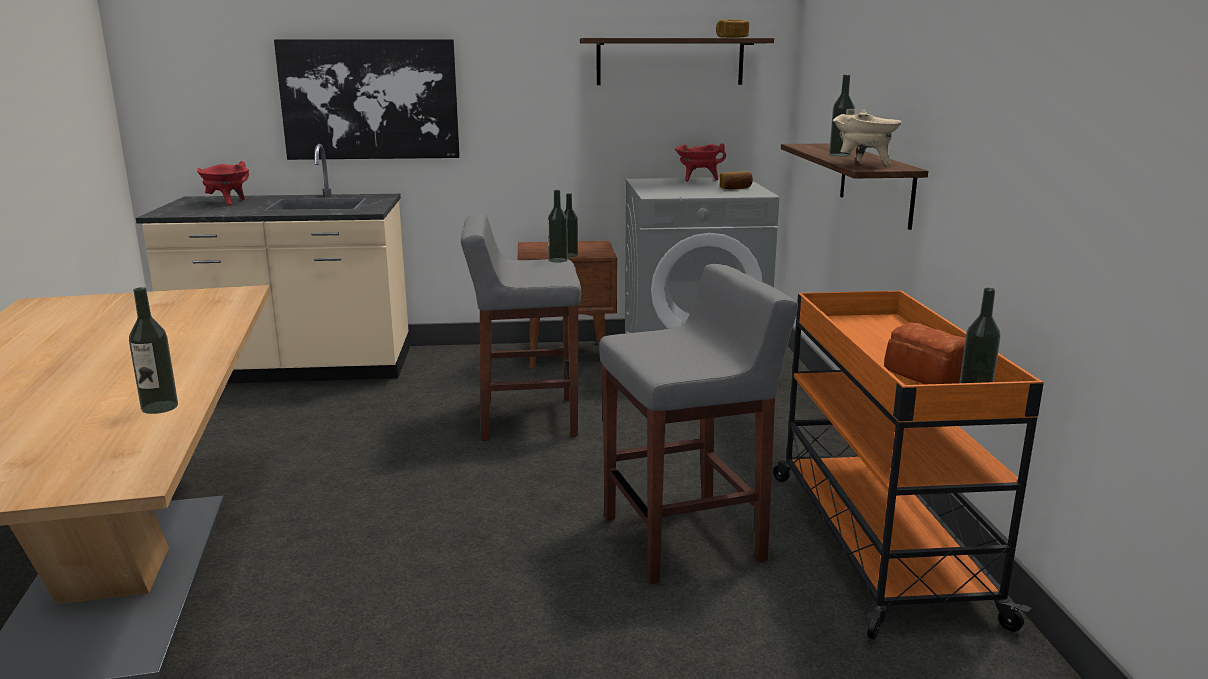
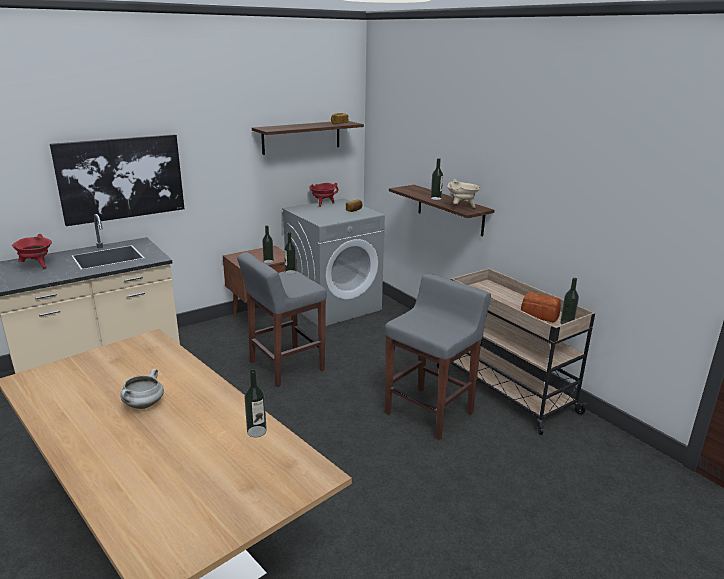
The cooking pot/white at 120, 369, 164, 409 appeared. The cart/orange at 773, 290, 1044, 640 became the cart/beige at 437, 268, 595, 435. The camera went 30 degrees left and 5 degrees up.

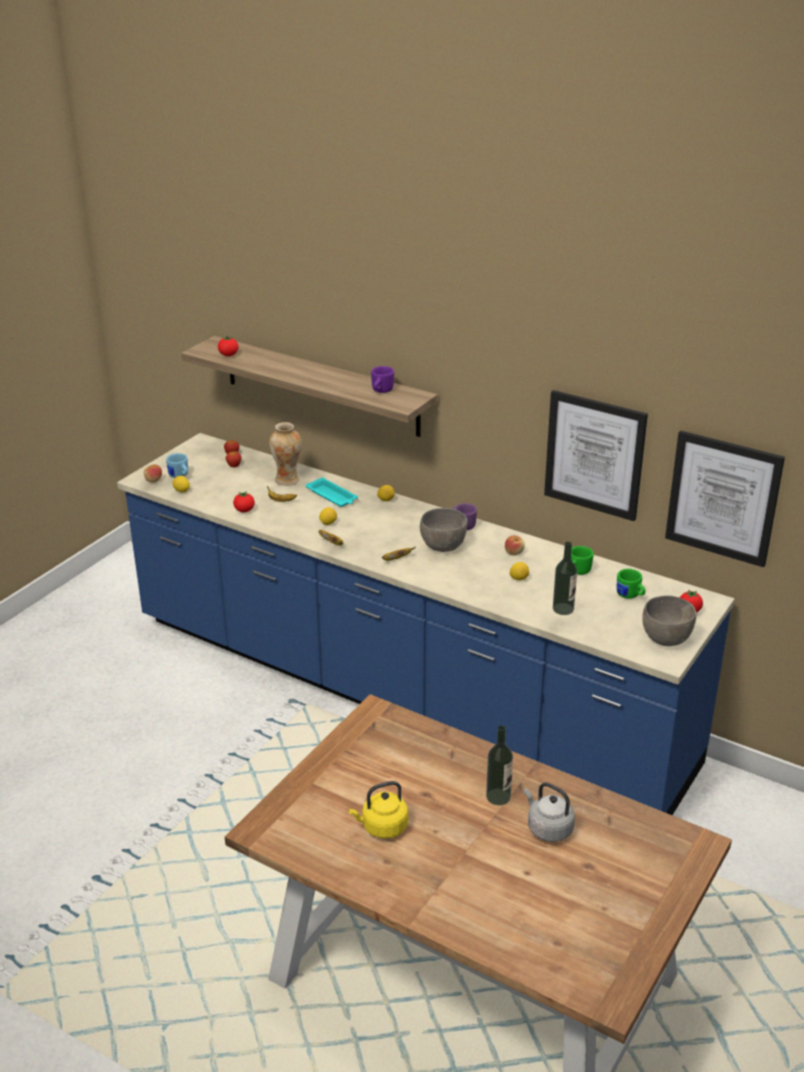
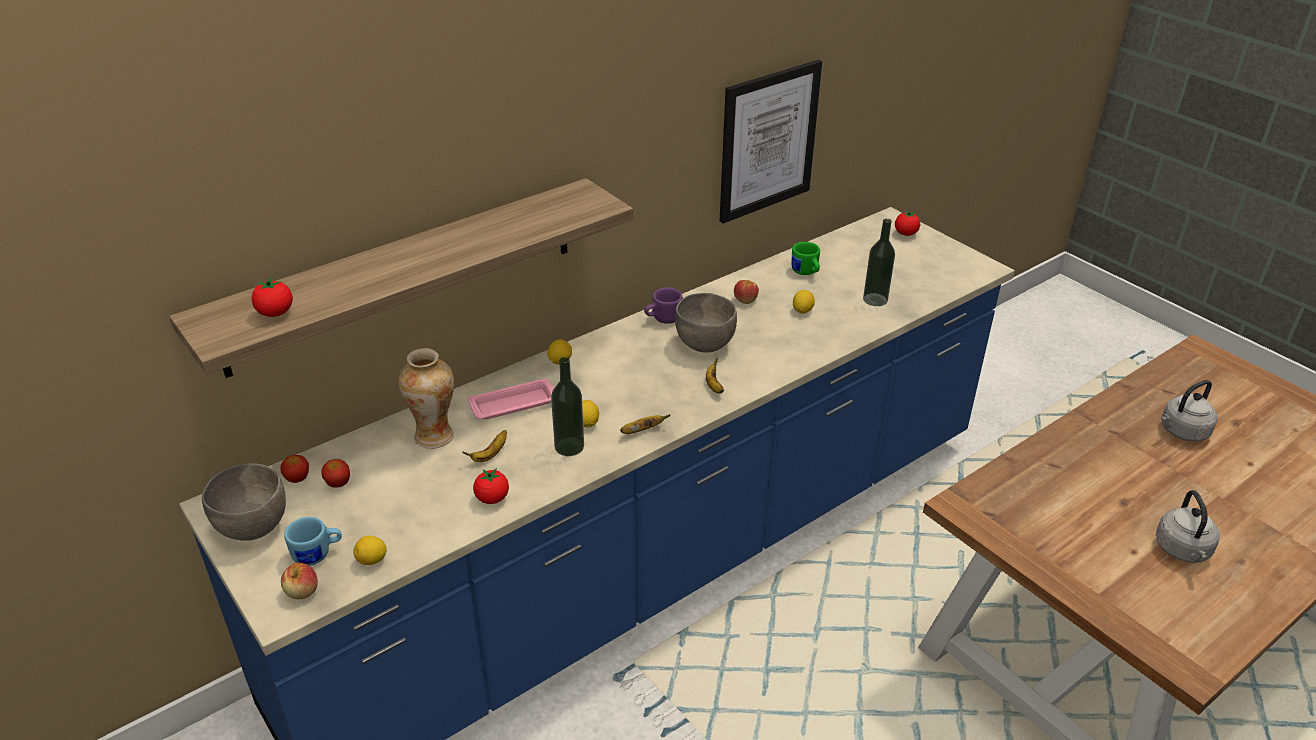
The bowl/grey moved from 642, 595, 696, 646 to 202, 463, 286, 541. The tray/turquoise at 306, 477, 358, 507 became the tray/pink at 467, 378, 555, 420. The bottle moved from 486, 725, 513, 805 to 551, 357, 584, 456. The kettle/yellow at 349, 781, 408, 839 became the kettle/grey at 1156, 490, 1220, 563. The mug/purple at 371, 366, 394, 393 disappeared. The mug/green at 617, 569, 645, 599 disappeared. The picture at 665, 430, 785, 567 disappeared. The camera went 70 degrees left and 5 degrees up.

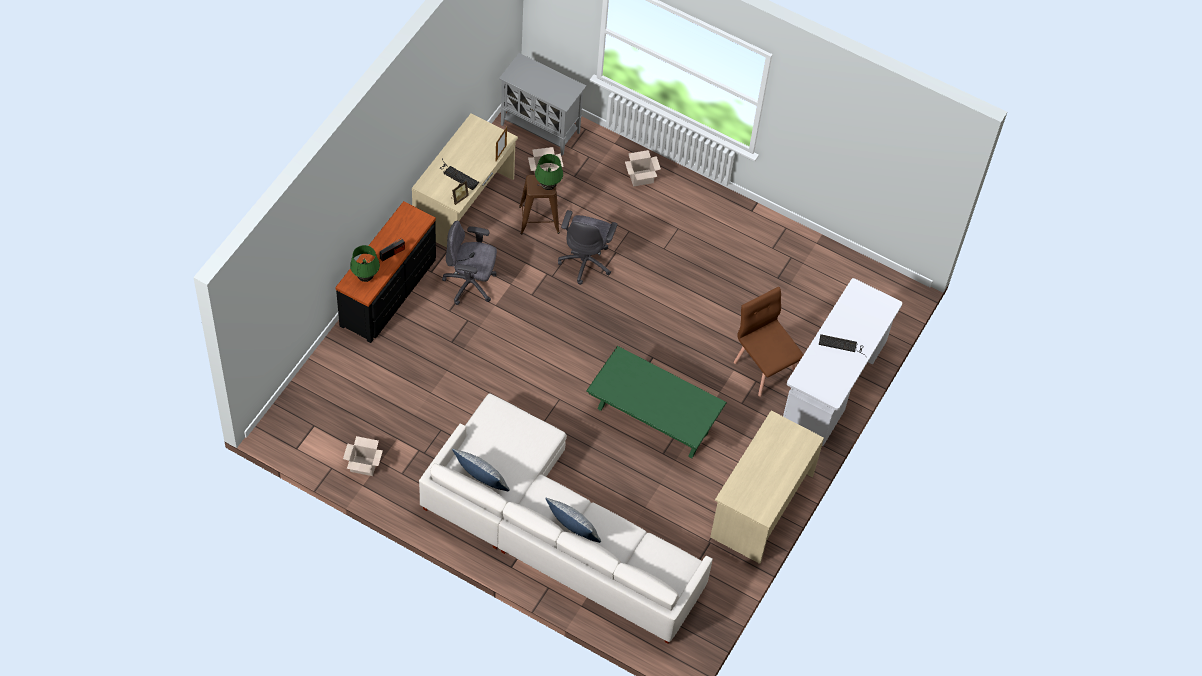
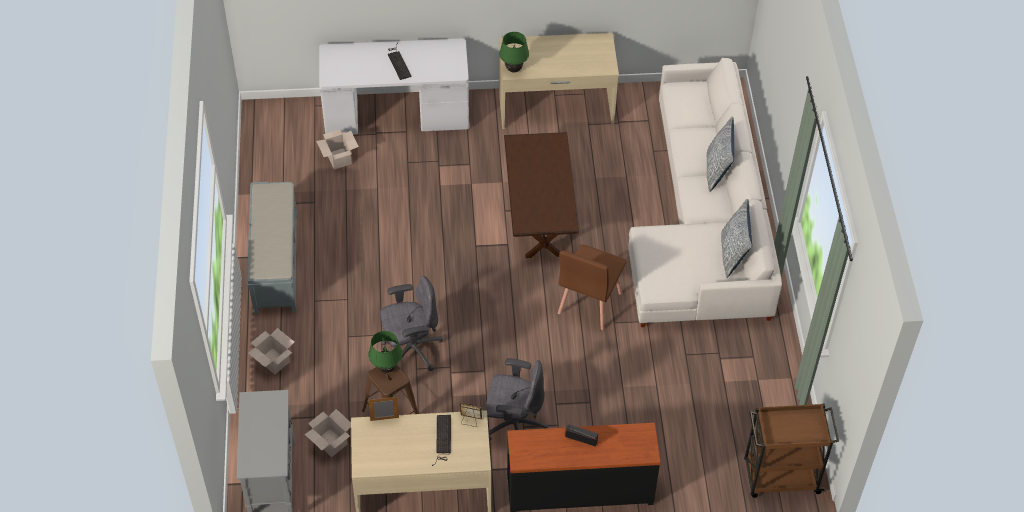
The bench/grey at 247, 182, 297, 314 appeared. The cardboard box moved from 343, 436, 383, 476 to 316, 129, 359, 170. The office chair/grey at 442, 221, 497, 305 turned 60 degrees counterclockwise. The table lamp/green moved from 350, 245, 380, 282 to 499, 32, 529, 73. The coffee table/green at 586, 346, 727, 459 became the coffee table/brown at 504, 132, 579, 258. The chair/brown moved from 734, 287, 803, 397 to 558, 244, 626, 330. The cart/brown at 744, 404, 839, 498 appeared. The camera went 120 degrees left and 5 degrees down.

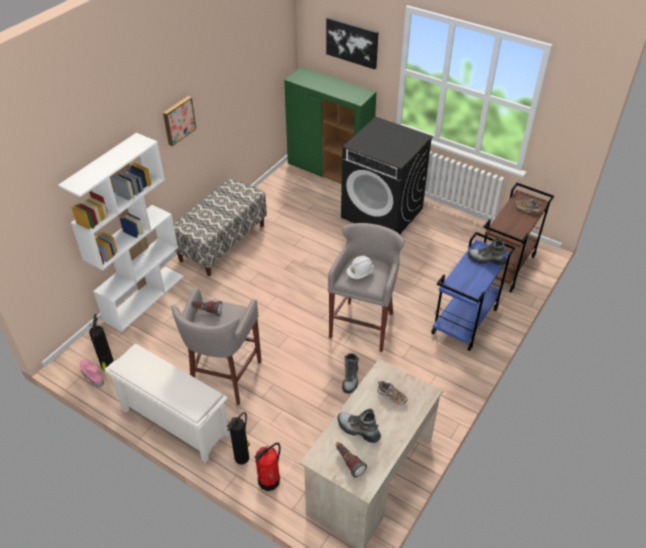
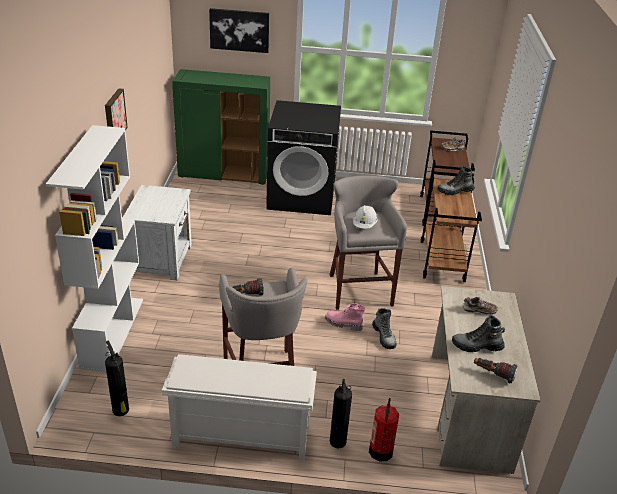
The bench at 173, 178, 267, 276 was replaced by the nightstand/white at 122, 185, 192, 280. The boot/pink moved from 80, 359, 104, 388 to 325, 303, 366, 331. The cart/blue at 431, 232, 516, 351 became the cart/brown at 421, 171, 482, 282. The camera went 30 degrees left and 10 degrees down.

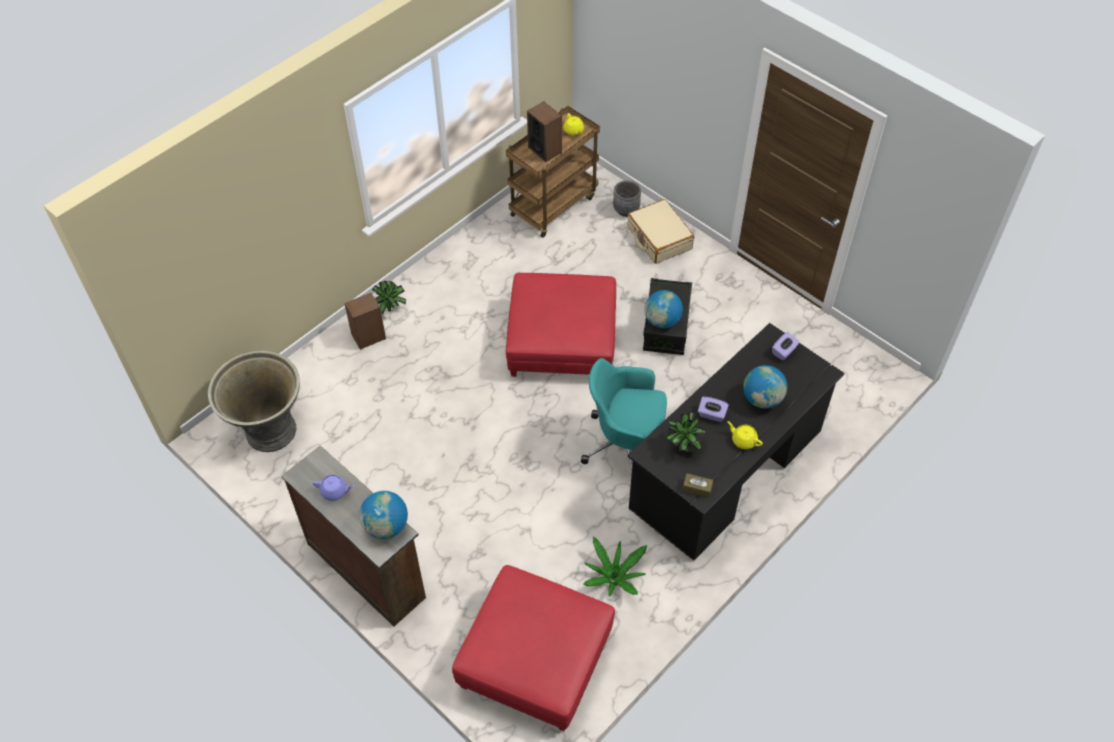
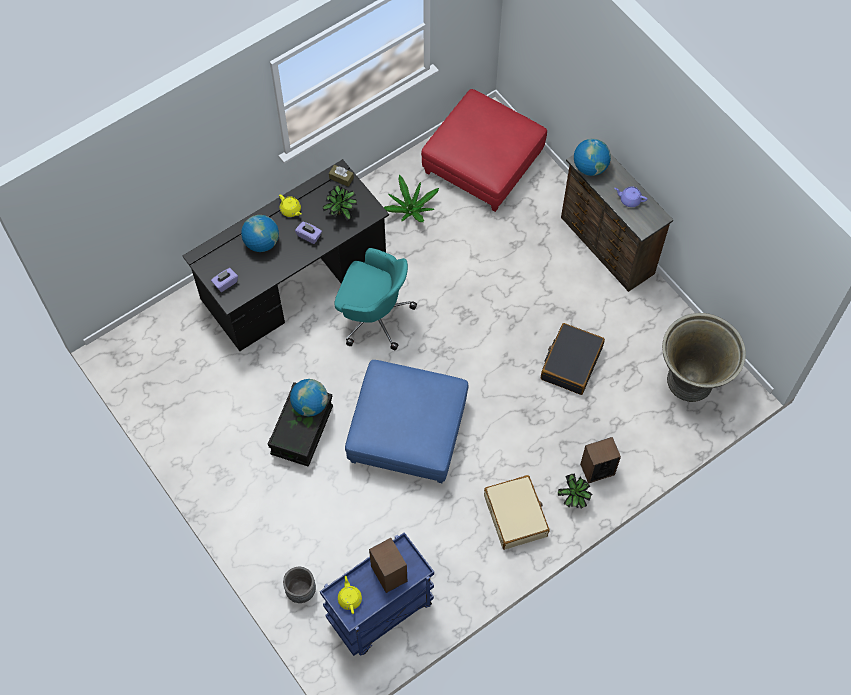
The cart/brown at 506, 106, 600, 238 became the cart/blue at 320, 532, 434, 656. The ottoman/red at 506, 273, 616, 377 became the ottoman/blue at 345, 360, 468, 483. The suitcase/beige moved from 627, 199, 694, 264 to 484, 475, 550, 550. The suitcase/black at 541, 323, 605, 395 appeared. The camera went 170 degrees left and 10 degrees up.

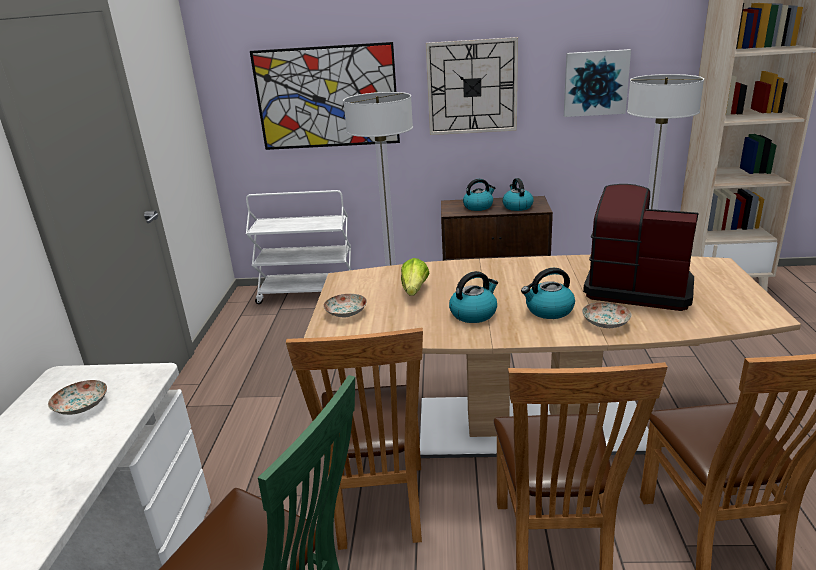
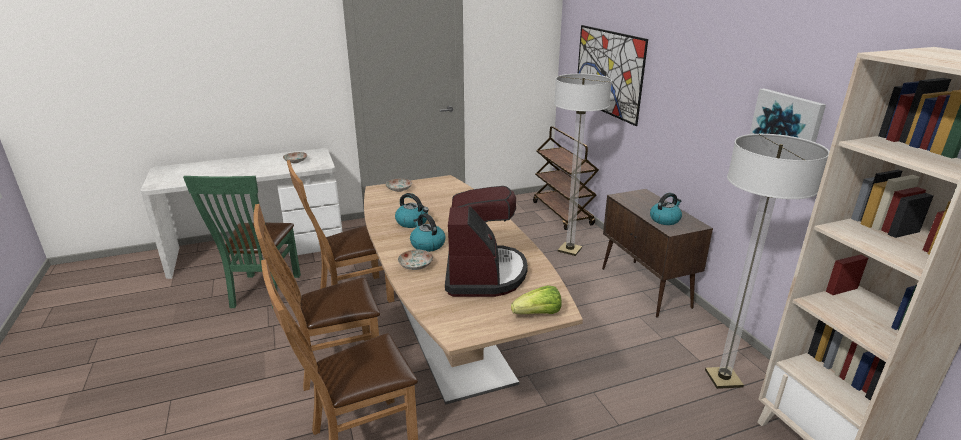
The lettuce moved from 401, 258, 430, 296 to 511, 285, 562, 314. The cart/white at 246, 190, 351, 304 became the cart/brown at 533, 126, 599, 230. The wall clock at 426, 37, 518, 135 disappeared. The kettle at 463, 179, 496, 211 disappeared. The camera went 65 degrees right and 0 degrees up.

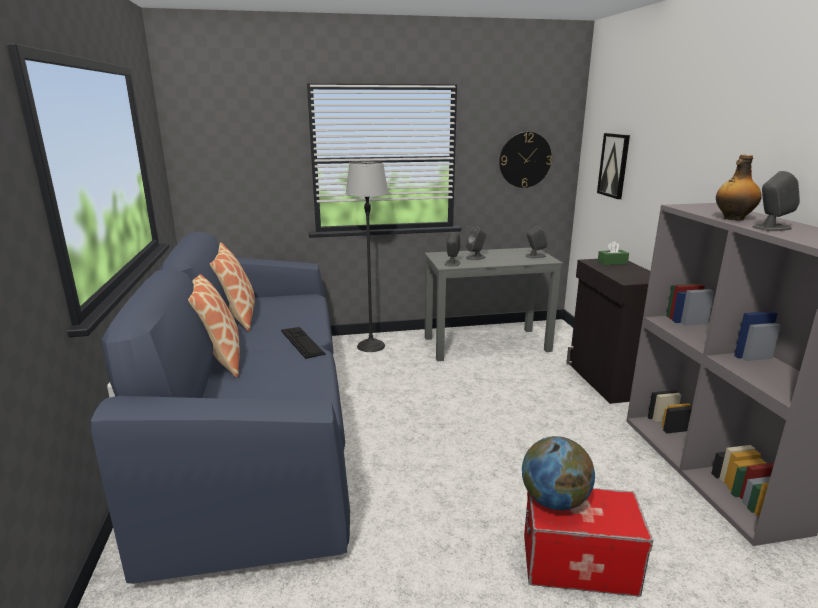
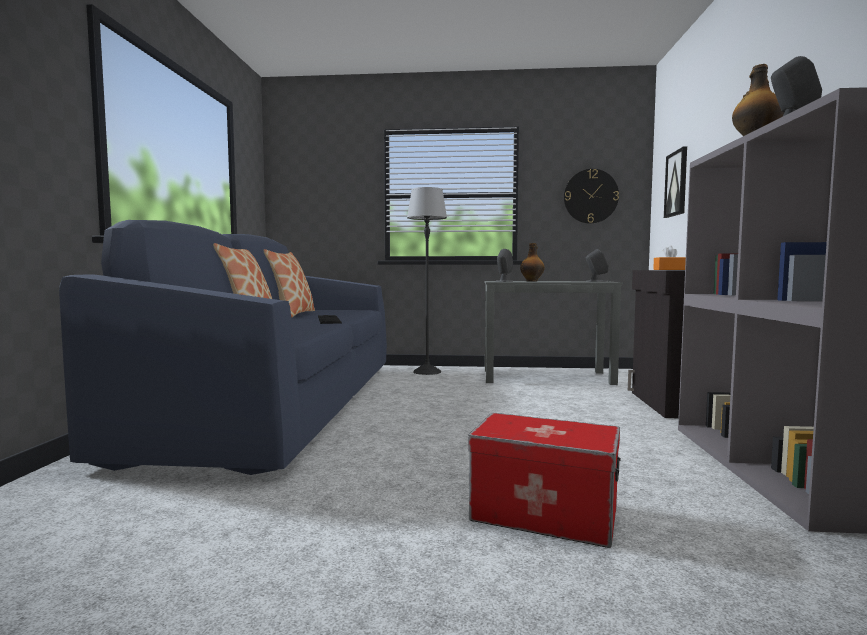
The speaker/grey at 466, 227, 486, 260 was replaced by the bottle at 520, 243, 545, 281. The tissue box/green at 597, 241, 629, 265 became the tissue box/orange at 653, 246, 686, 270. The globe at 522, 436, 595, 510 disappeared. The camera went 15 degrees right and 15 degrees down.

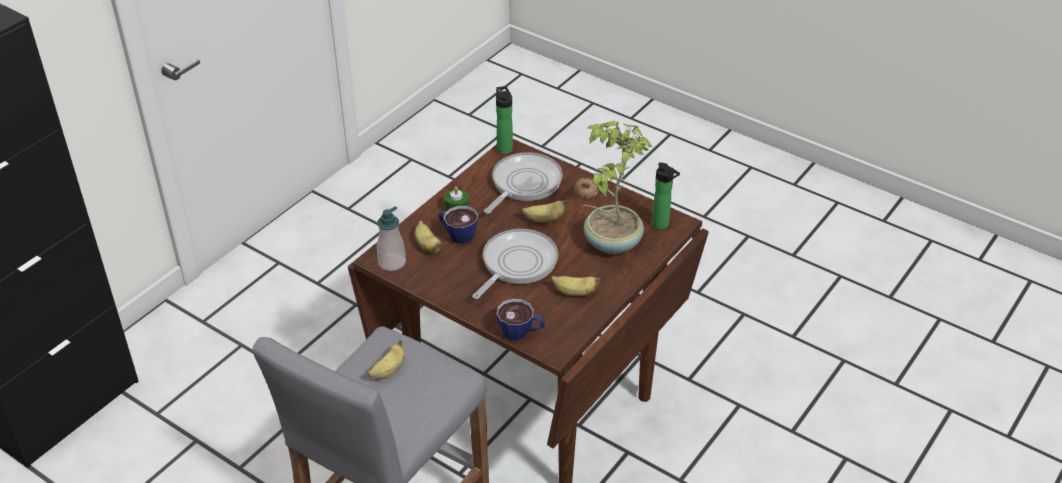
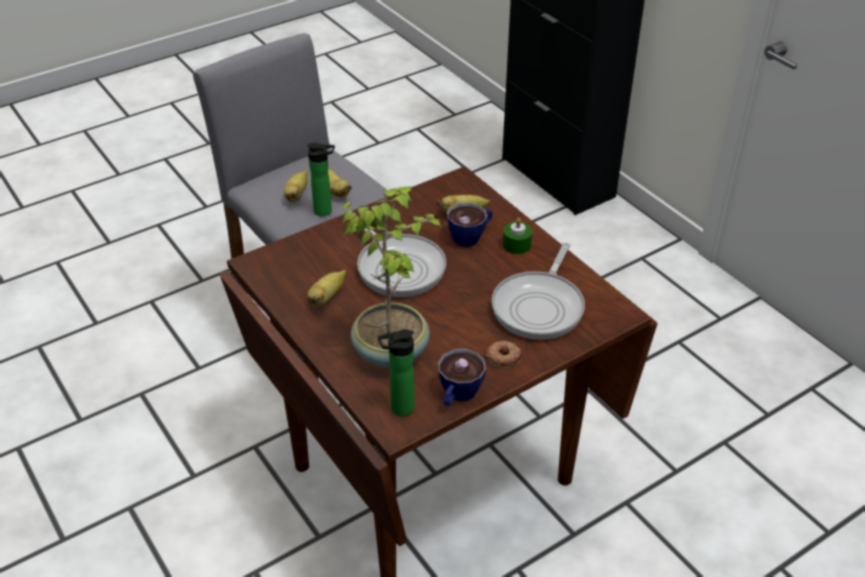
The banana moved from 522, 200, 568, 222 to 284, 170, 308, 203. The bottle moved from 496, 86, 513, 154 to 307, 143, 335, 216. The cup moved from 497, 299, 546, 341 to 438, 349, 486, 406. The frying pan at 484, 152, 563, 214 turned 60 degrees clockwise. The soap dispenser at 377, 206, 406, 271 disappeared. The camera went 110 degrees right and 0 degrees up.

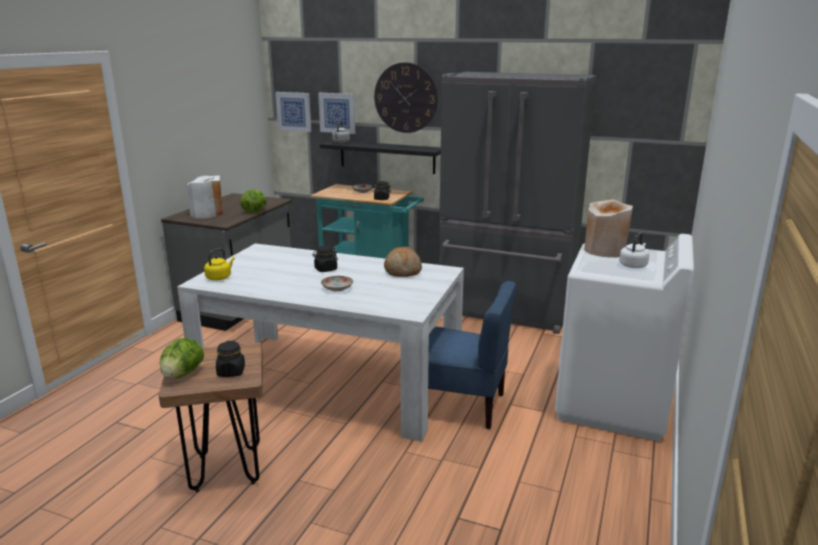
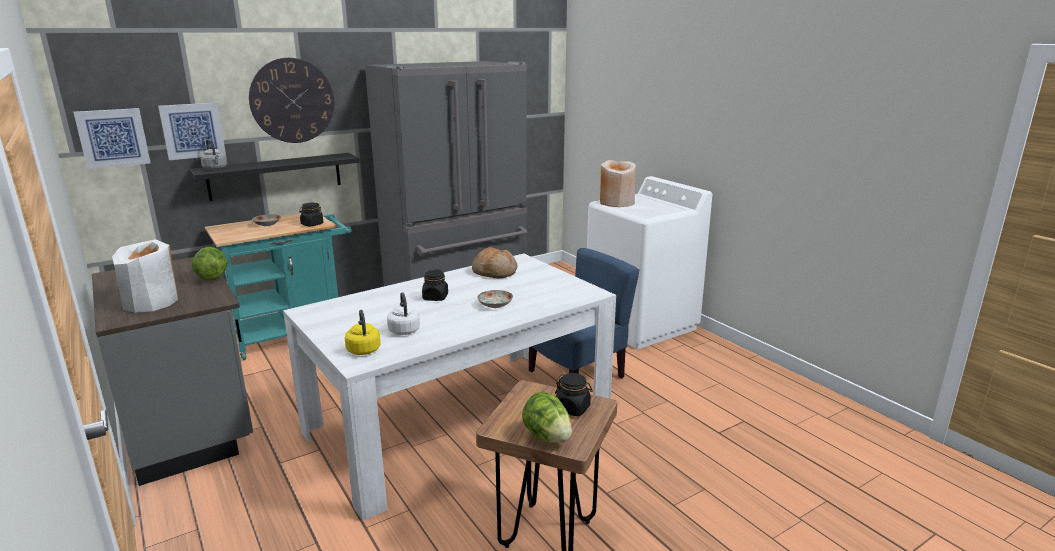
The kettle/white moved from 619, 233, 649, 268 to 387, 292, 420, 335. The camera went 55 degrees left and 0 degrees up.

